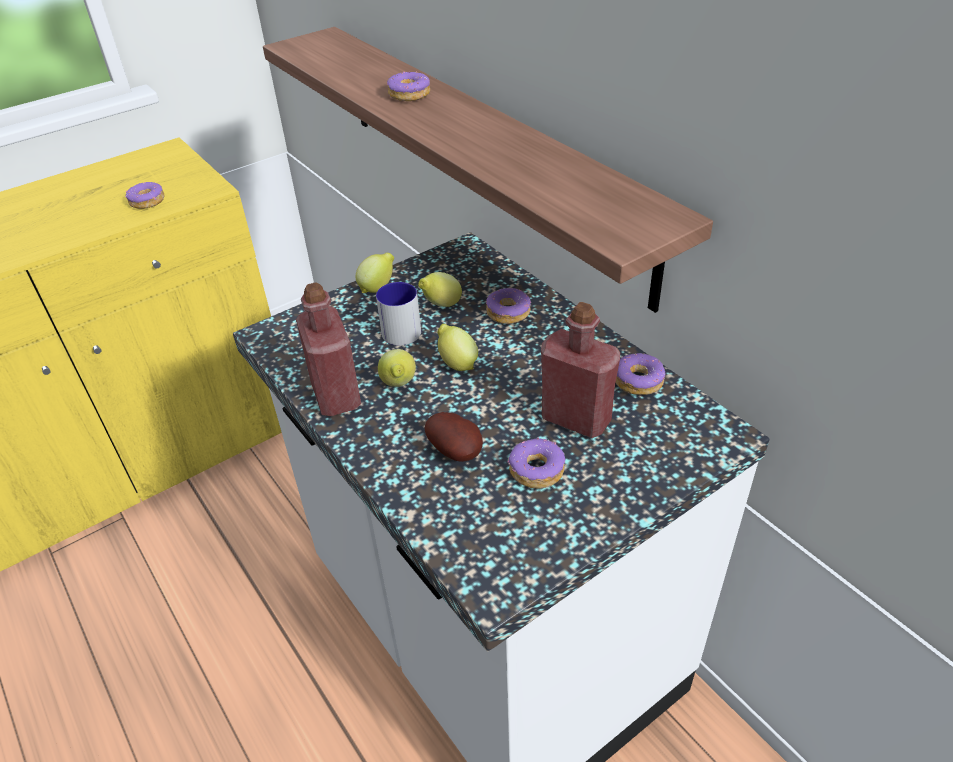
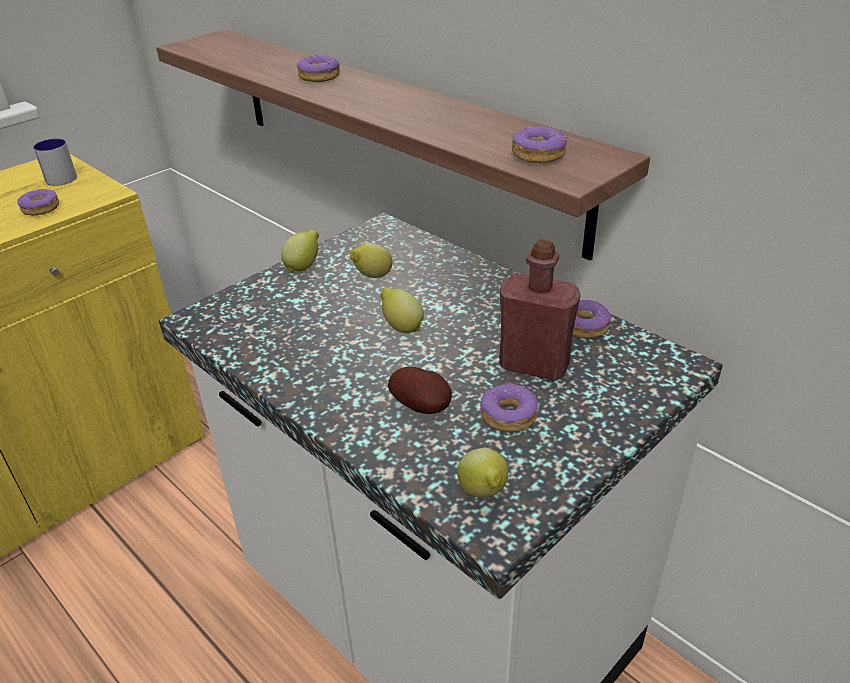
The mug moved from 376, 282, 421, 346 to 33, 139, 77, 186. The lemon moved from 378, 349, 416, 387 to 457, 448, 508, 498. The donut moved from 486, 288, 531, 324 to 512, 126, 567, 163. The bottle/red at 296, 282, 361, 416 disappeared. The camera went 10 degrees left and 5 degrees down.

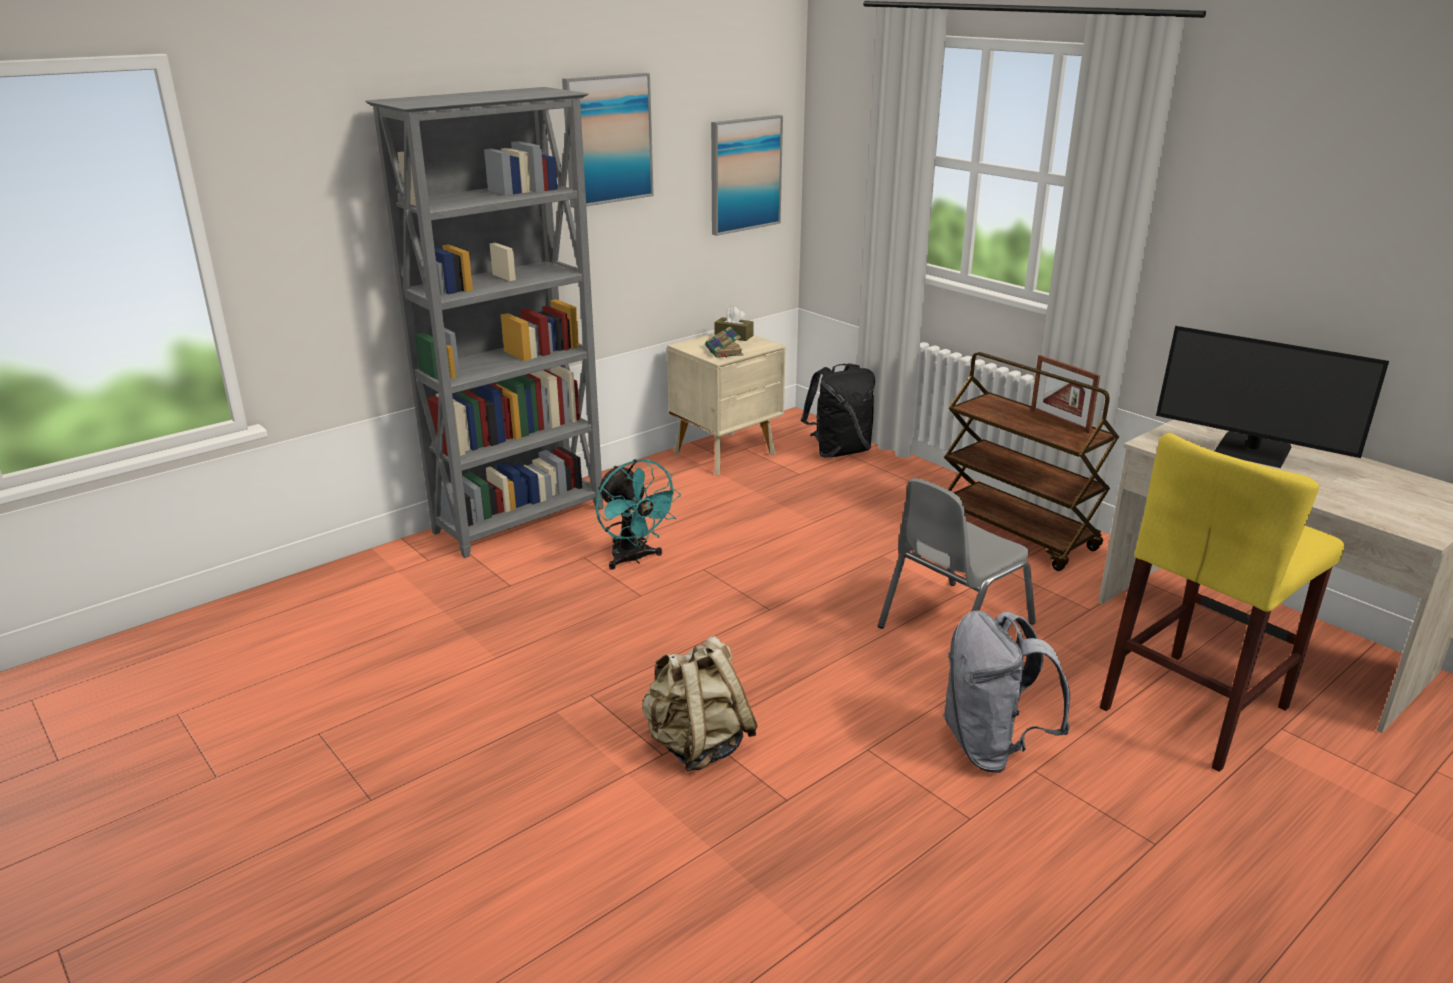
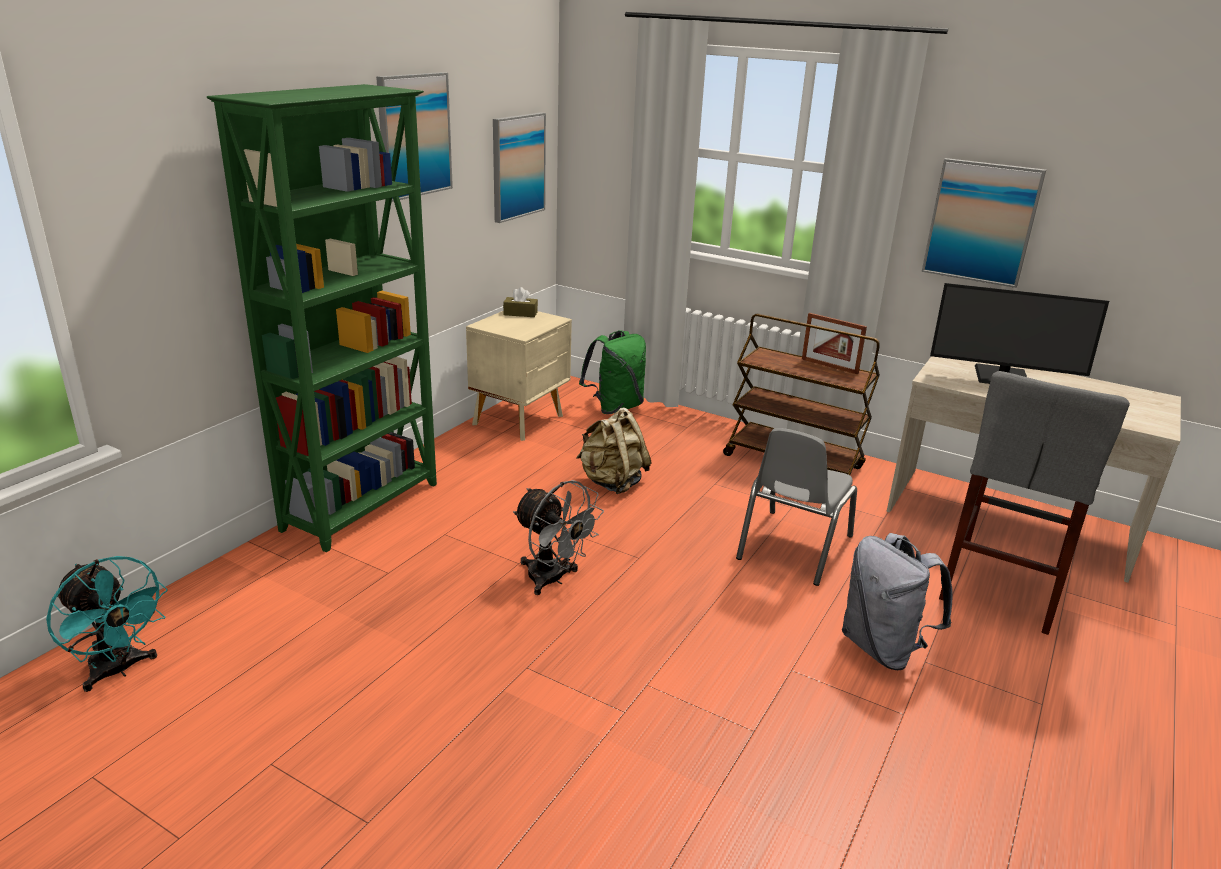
The fan/turquoise moved from 596, 459, 681, 570 to 46, 556, 168, 692. The bookcase/grey at 365, 87, 604, 558 became the bookcase/green at 207, 84, 437, 552. The fan/grey at 513, 480, 604, 595 appeared. The backpack/beige moved from 642, 636, 758, 771 to 576, 407, 652, 494. The backpack/black at 801, 363, 875, 458 became the backpack/green at 579, 330, 646, 414. The picture at 922, 158, 1046, 288 appeared. The stool/yellow at 1100, 433, 1344, 772 became the stool/grey at 939, 371, 1130, 635. The book at 705, 326, 743, 358 disappeared. The camera went 20 degrees left and 0 degrees up.

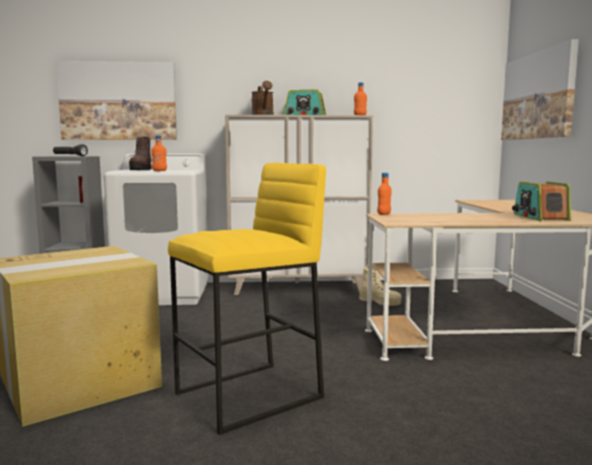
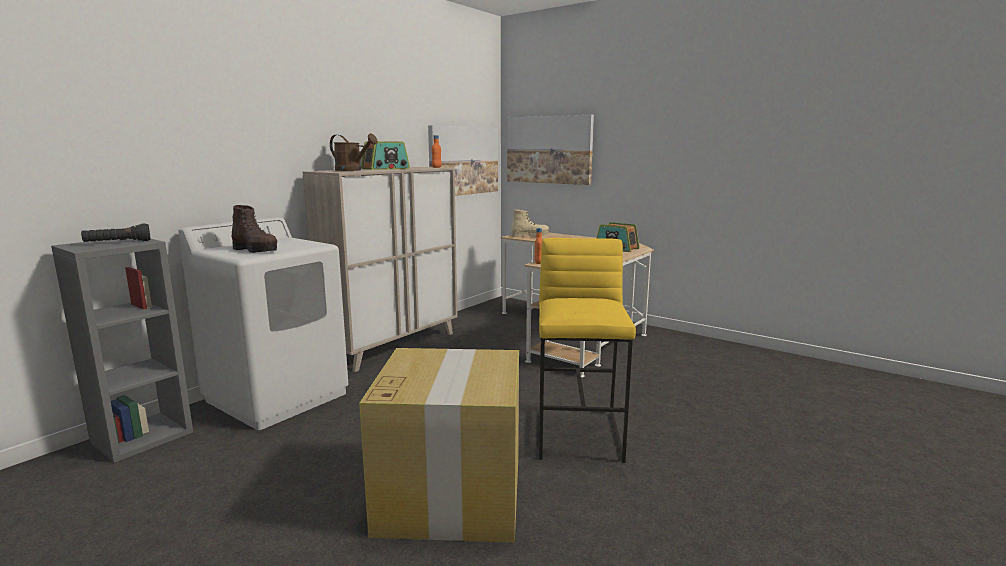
The picture moved from 56, 61, 177, 140 to 428, 125, 498, 196. The boot/beige moved from 359, 267, 402, 306 to 511, 209, 549, 237. The bottle/orange at 151, 135, 167, 171 disappeared. The camera went 50 degrees left and 5 degrees up.

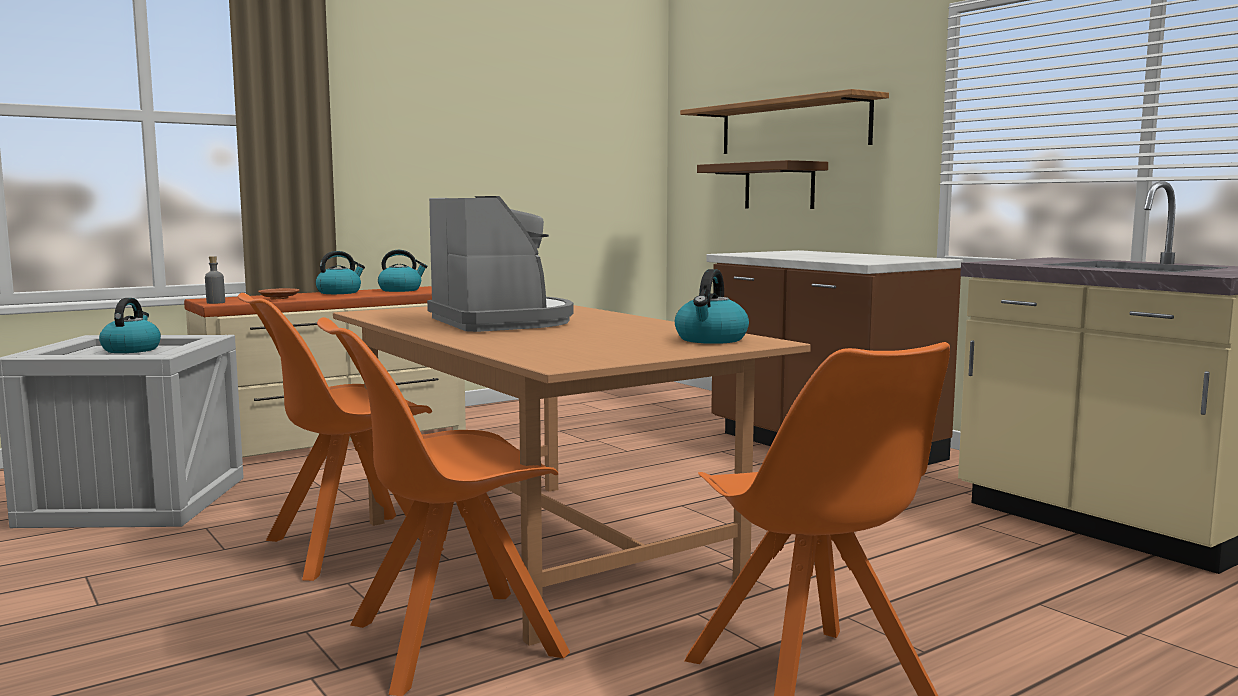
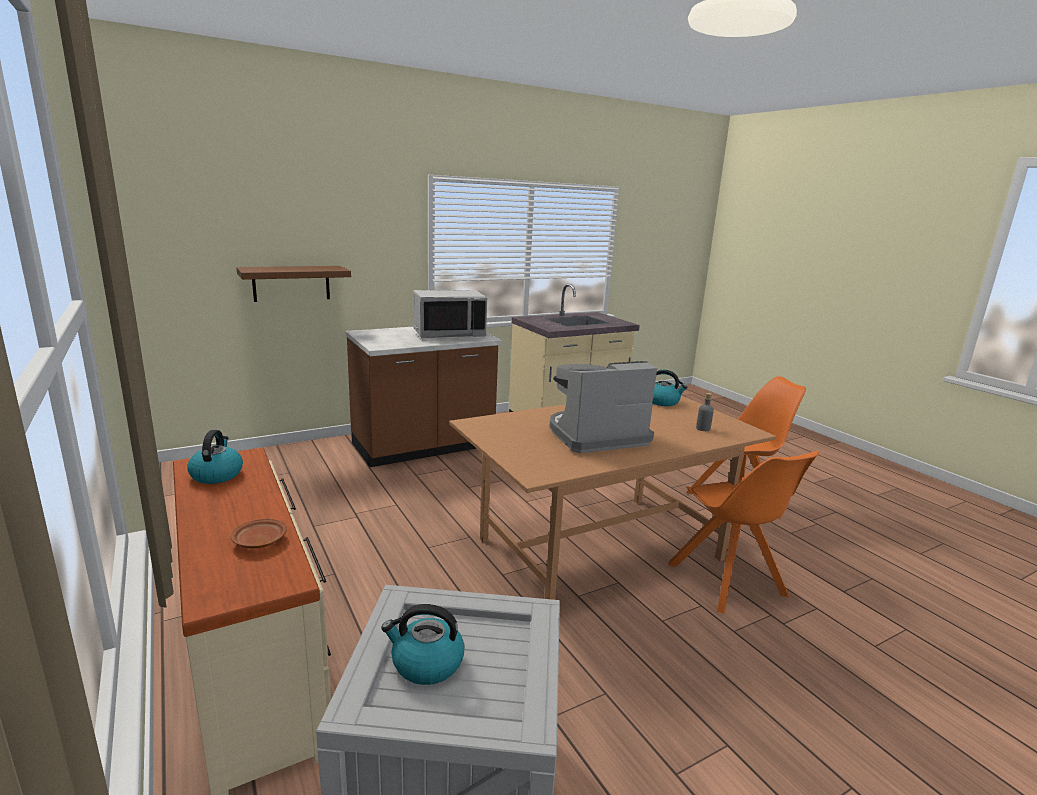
The microwave/grey at 413, 290, 487, 338 appeared. The bottle/grey moved from 205, 256, 225, 304 to 696, 393, 714, 431. The chair/orange at 238, 293, 444, 581 disappeared. The kettle at 316, 251, 365, 294 disappeared. The shelf at 680, 89, 889, 154 disappeared. The camera went 85 degrees left and 10 degrees up.

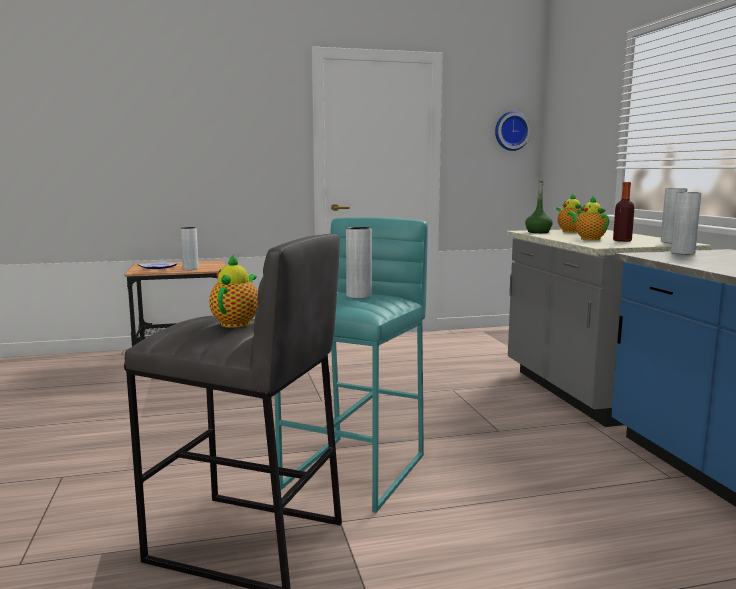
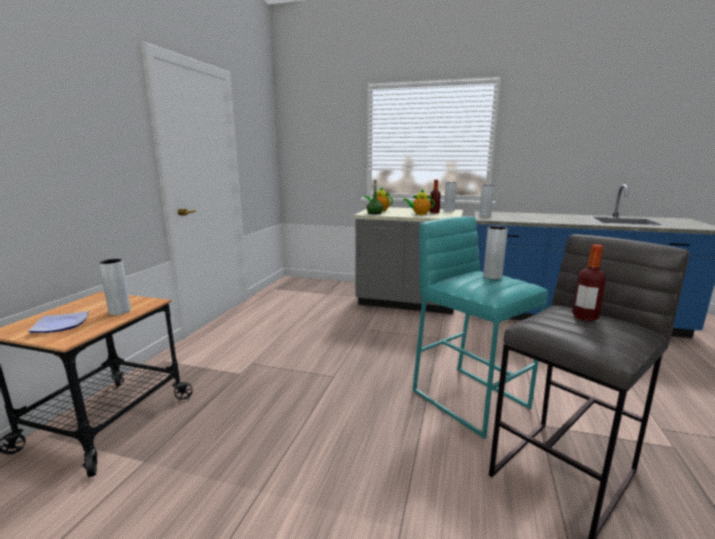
The teapot at 209, 254, 258, 328 was replaced by the bottle at 572, 244, 606, 321. The wall clock at 495, 111, 531, 151 disappeared. The camera went 60 degrees left and 5 degrees up.

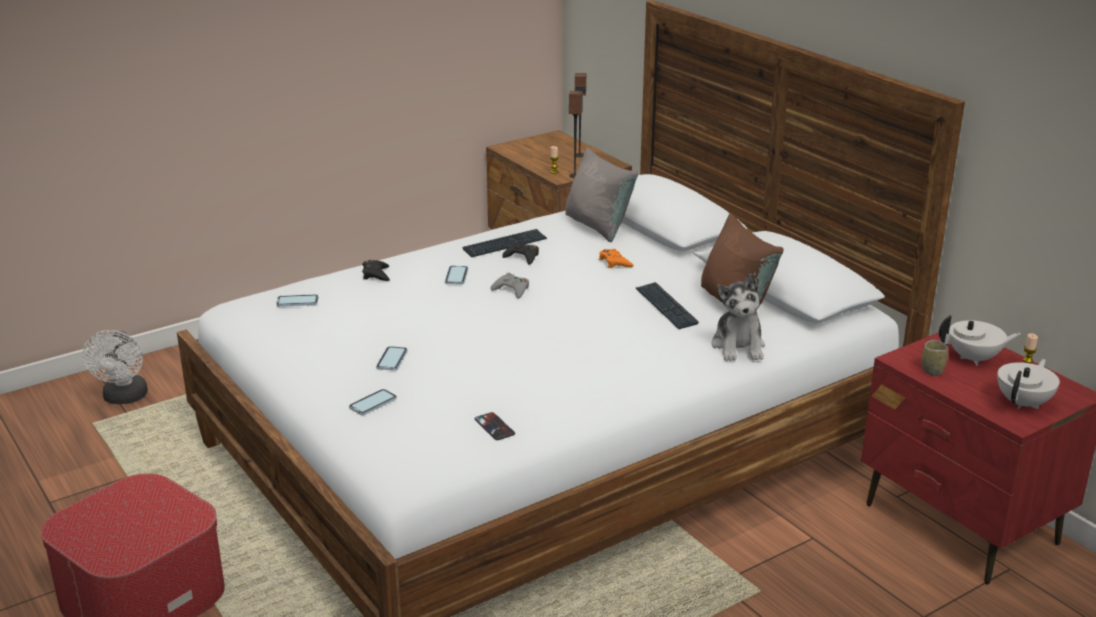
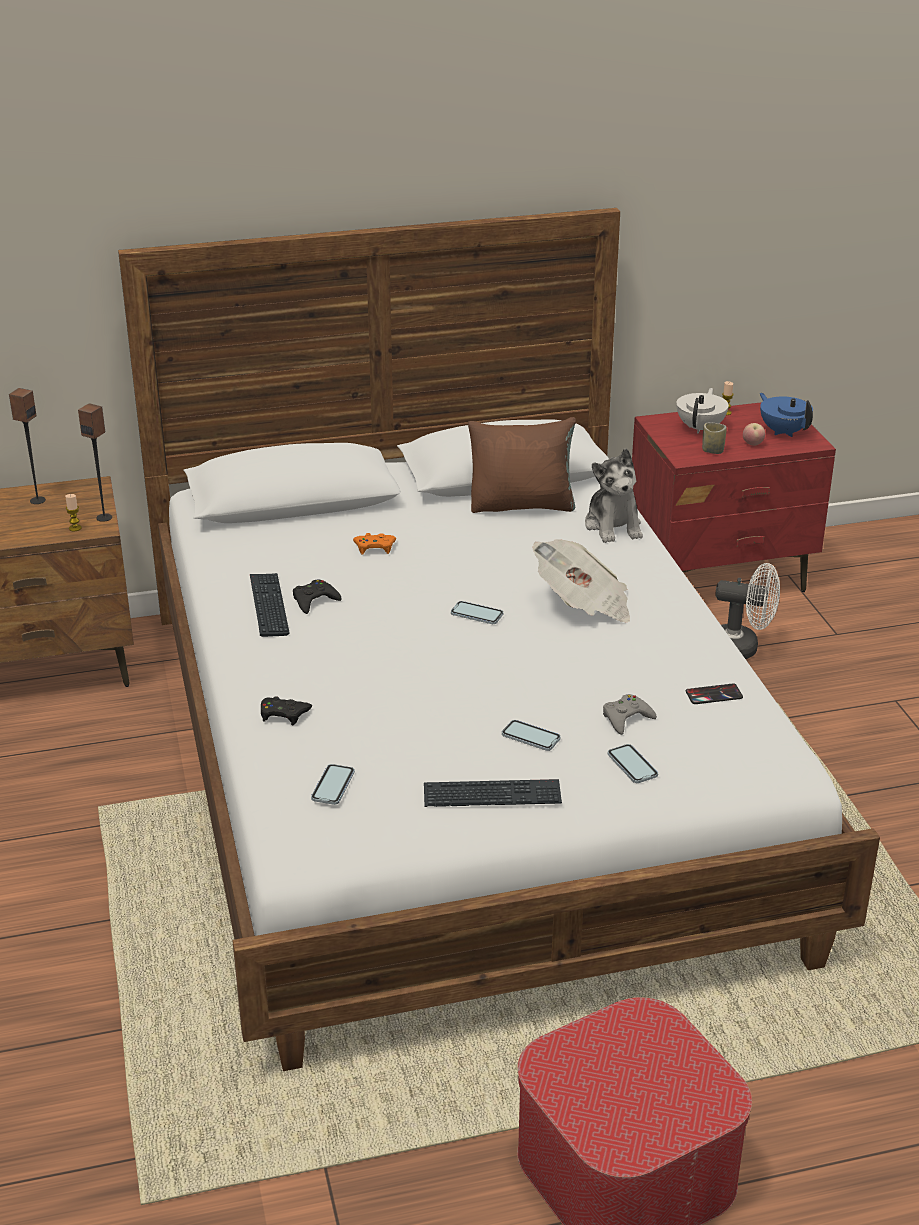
The keyboard moved from 636, 282, 699, 329 to 424, 779, 562, 807. The phone moved from 445, 266, 468, 285 to 451, 601, 504, 624. The newspaper at 532, 539, 630, 622 appeared. The plush toy at 712, 274, 765, 361 turned 60 degrees clockwise. The game controller/grey moved from 490, 273, 529, 299 to 603, 694, 657, 735. The fan/white moved from 82, 330, 148, 404 to 715, 563, 780, 659. The apple at 743, 423, 765, 446 appeared. The teapot/white at 997, 359, 1060, 409 became the teapot/blue at 760, 393, 813, 437. The pillow/grey at 565, 147, 639, 242 disappeared. The camera went 70 degrees left and 5 degrees up.

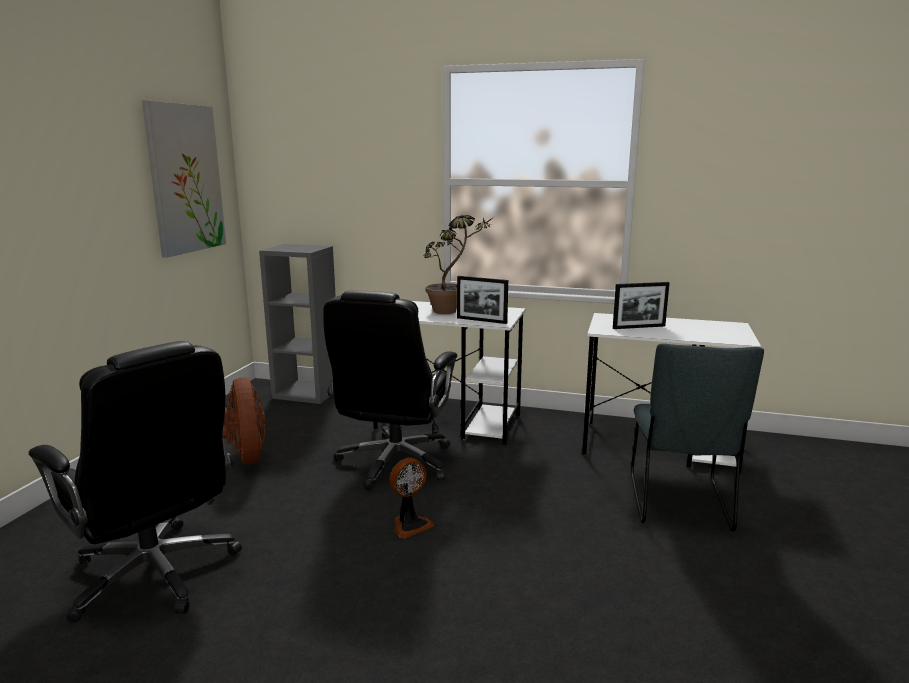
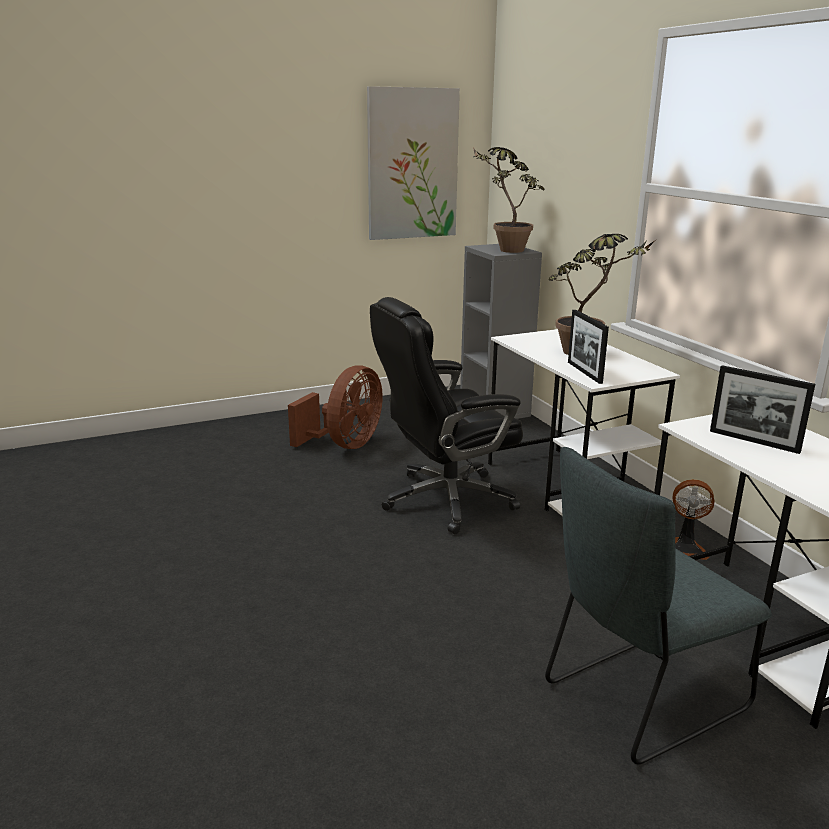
The potted plant at 473, 147, 545, 253 appeared. The fan moved from 390, 458, 434, 538 to 673, 479, 715, 560. The office chair/black at 29, 341, 242, 623 disappeared. The camera went 50 degrees right and 5 degrees up.

